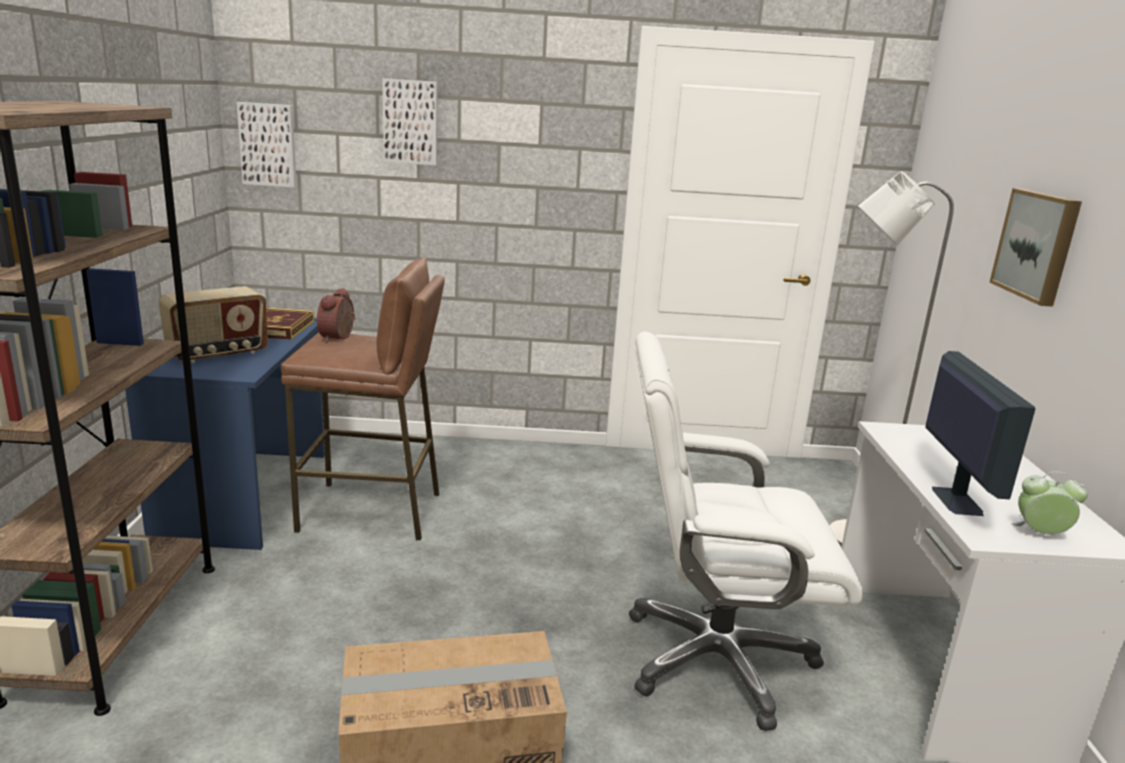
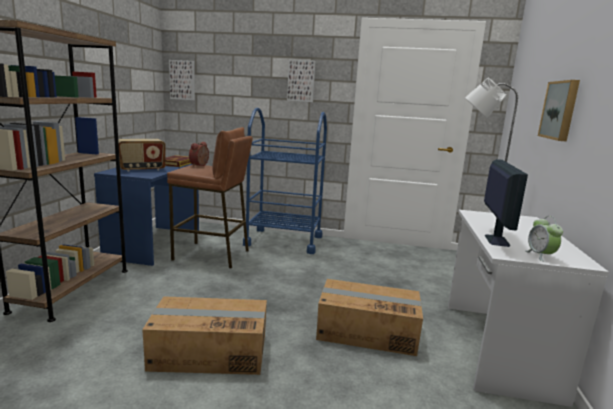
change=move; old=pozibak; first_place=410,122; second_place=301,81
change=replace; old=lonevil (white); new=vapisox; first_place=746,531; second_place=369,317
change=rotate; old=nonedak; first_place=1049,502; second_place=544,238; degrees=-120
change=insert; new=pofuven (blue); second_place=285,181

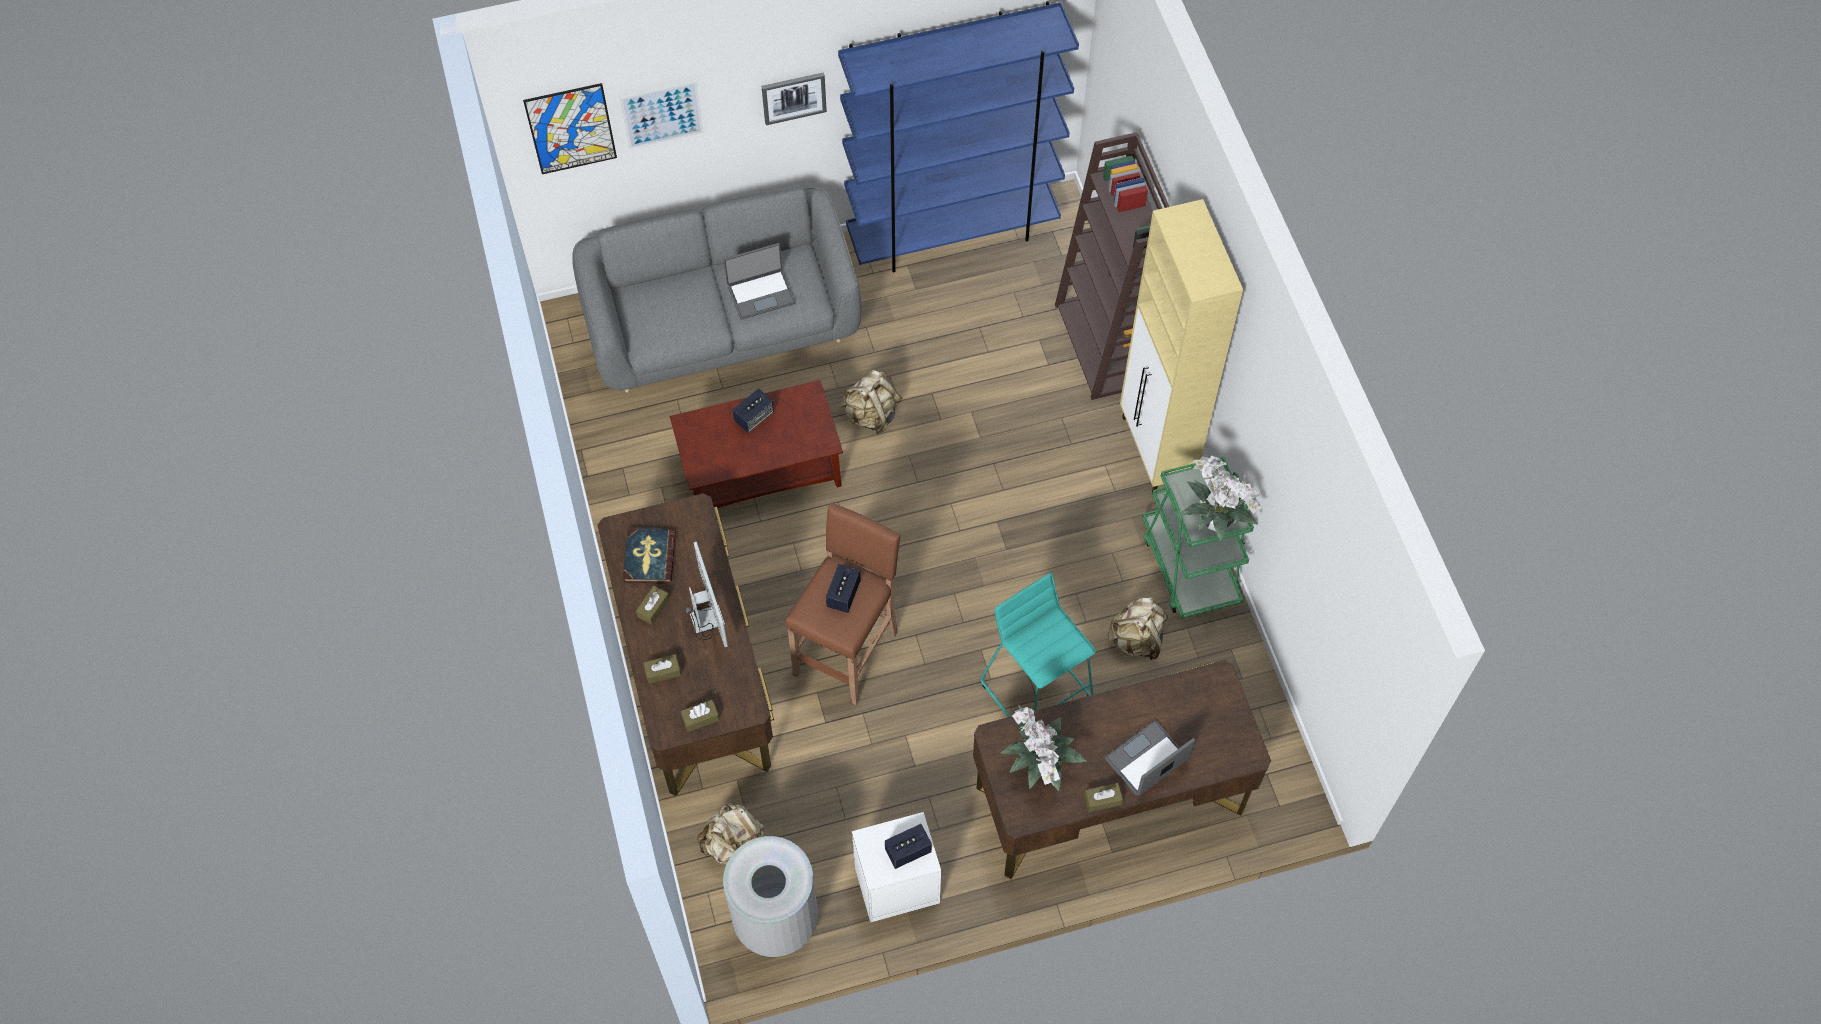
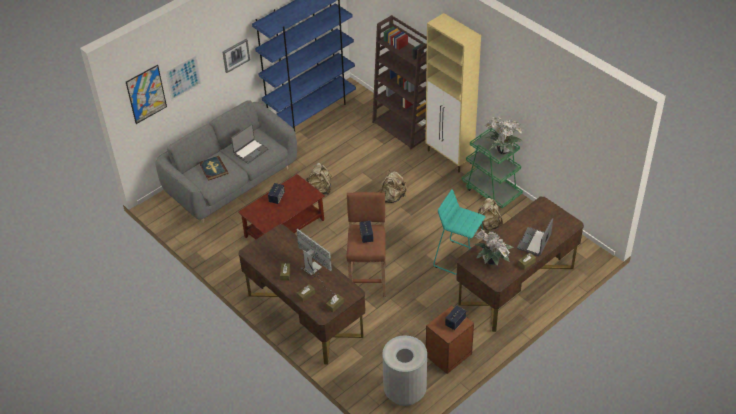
change=move; old=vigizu; first_place=649,556; second_place=213,168
change=move; old=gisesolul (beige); first_place=731,834; second_place=393,186
change=recolor; old=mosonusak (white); new=mosonusak (brown); first_place=896,867; second_place=450,340

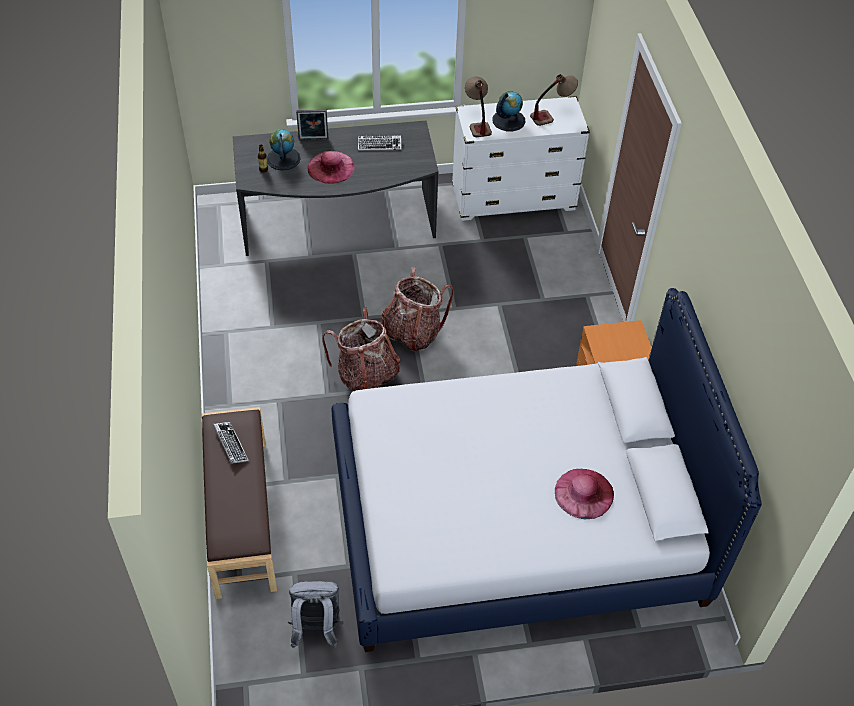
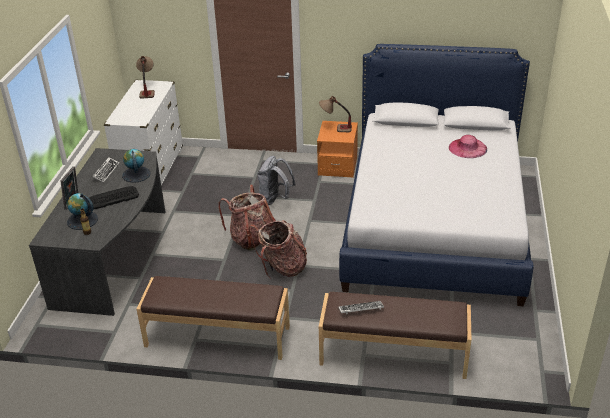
change=move; old=gisesolul (grey); first_place=315,614; second_place=276,180
change=replace; old=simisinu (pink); new=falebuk; first_place=331,167; second_place=114,198
change=move; old=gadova; first_place=478,106; second_place=335,114
change=move; old=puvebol; first_place=509,111; second_place=136,166
change=insert; new=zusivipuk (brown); second_place=213,318

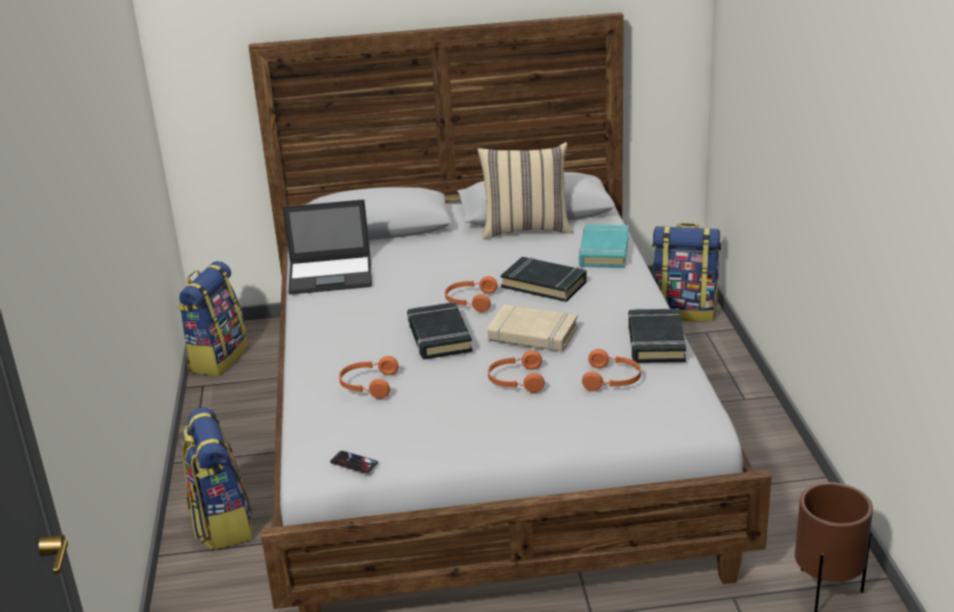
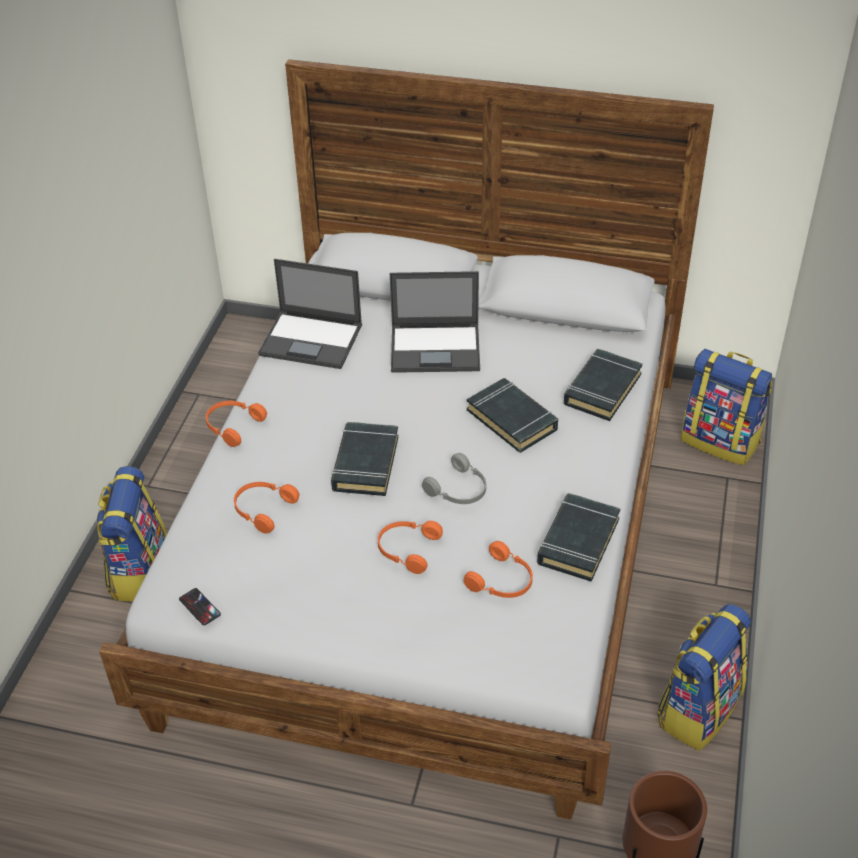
change=move; old=gisesolul; first_place=212,318; second_place=704,677
change=move; old=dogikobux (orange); first_place=471,294; second_place=236,424
change=delete; old=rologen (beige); first_place=525,190
change=replace; old=vigizu (beige); new=dogikobux (grey); first_place=533,328; second_place=454,478
change=recolor; old=vigizu (turquoise); new=vigizu (black); first_place=604,246; second_place=603,385
change=insert; new=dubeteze; second_place=435,322

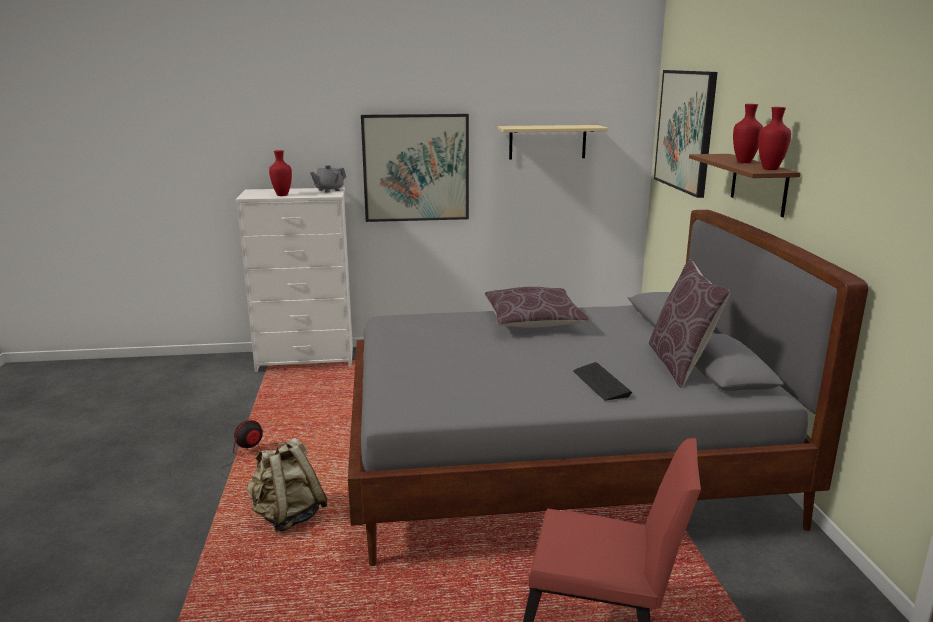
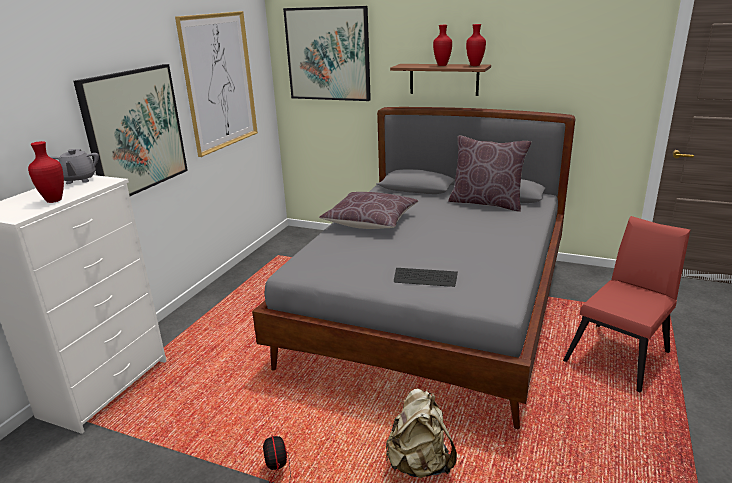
change=replace; old=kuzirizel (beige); new=pozibak; first_place=553,142; second_place=216,84
change=move; old=falebuk; first_place=602,381; second_place=426,277

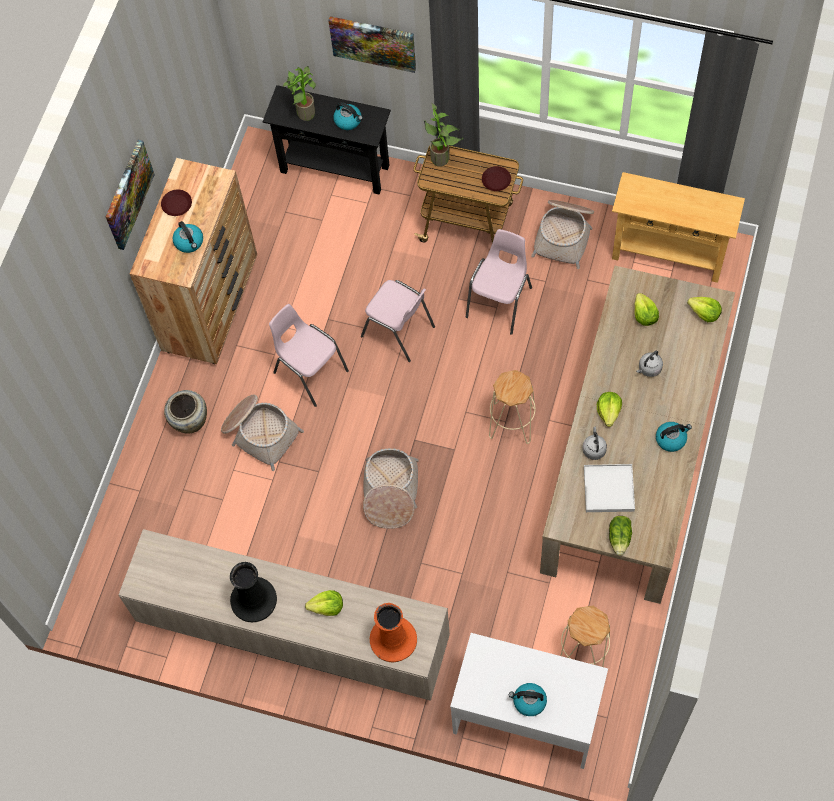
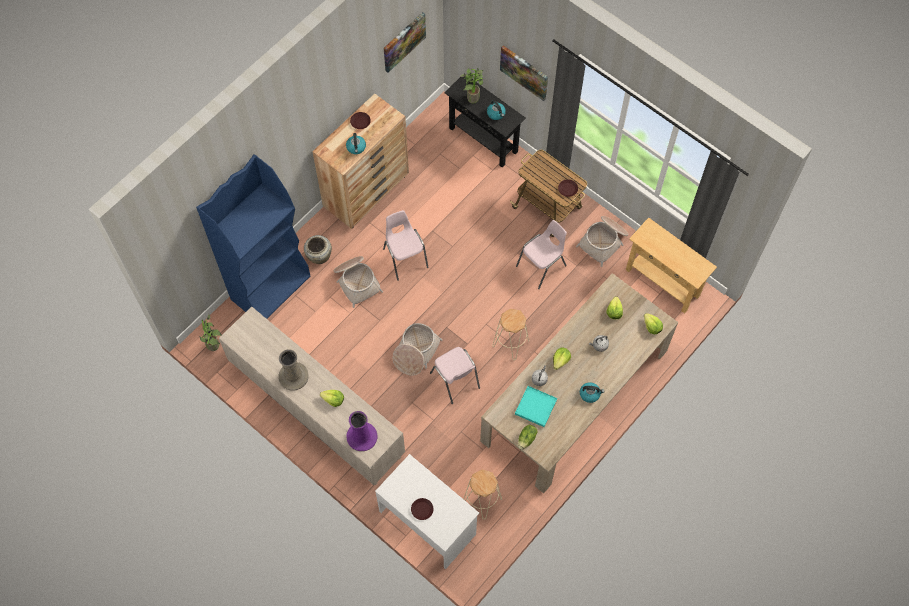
change=move; old=pozibak; first_place=130,195; second_place=405,42
change=recolor; old=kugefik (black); new=kugefik (beige); first_place=253,592; second_place=293,370
change=move; old=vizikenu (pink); first_place=398,321; second_place=455,375
change=recolor; old=kugefik (orange); new=kugefik (purple); first_place=393,632; second_place=362,431
change=move; old=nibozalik; first_place=443,135; second_place=210,332
change=replace; old=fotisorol; new=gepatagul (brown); first_place=528,699; second_place=422,509
change=recolor; old=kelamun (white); new=kelamun (turquoise); first_place=609,488; second_place=536,406
change=insert; new=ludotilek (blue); second_place=253,236

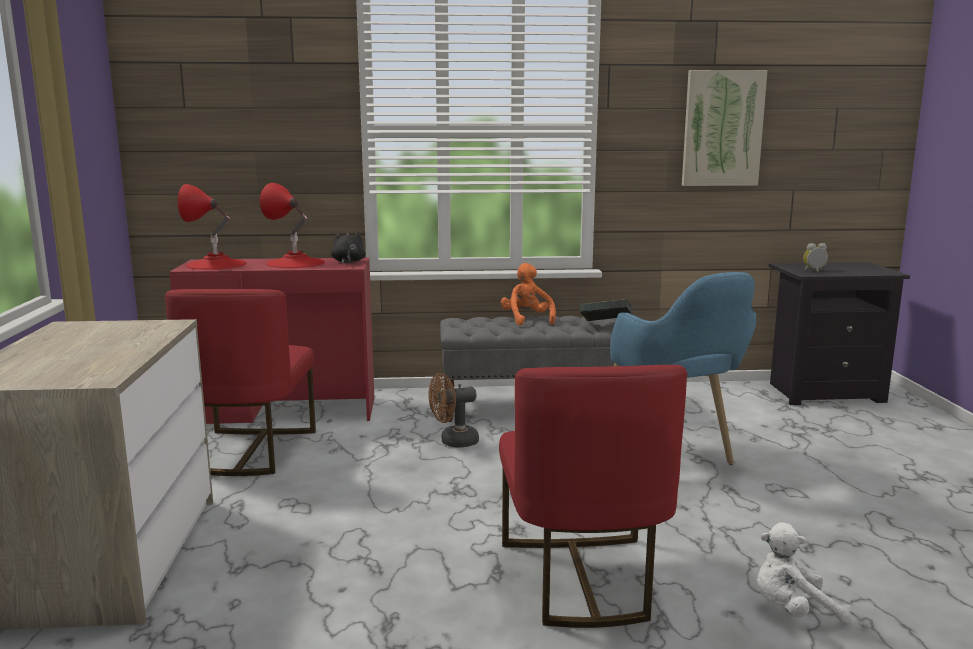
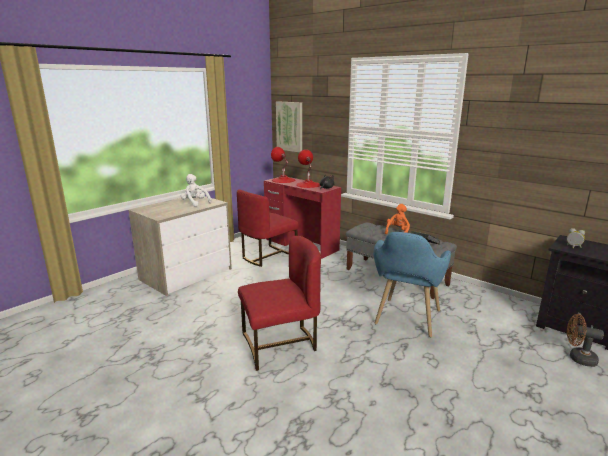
change=move; old=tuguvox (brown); first_place=453,410; second_place=585,340
change=rotate; old=vizikenu (red); first_place=593,496; second_place=279,303; degrees=-150
change=move; old=pozibak; first_place=724,128; second_place=289,127
change=move; old=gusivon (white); first_place=804,572; second_place=196,190

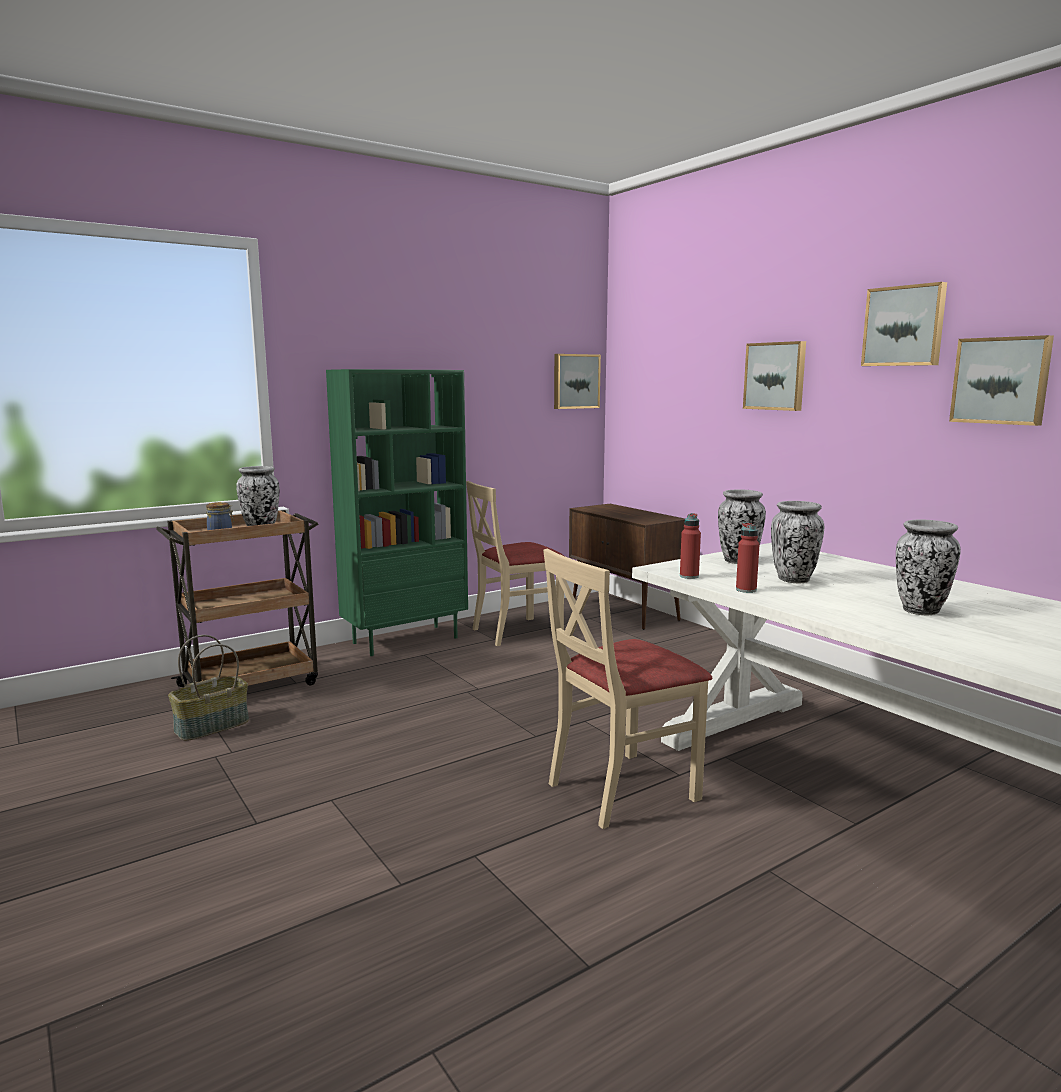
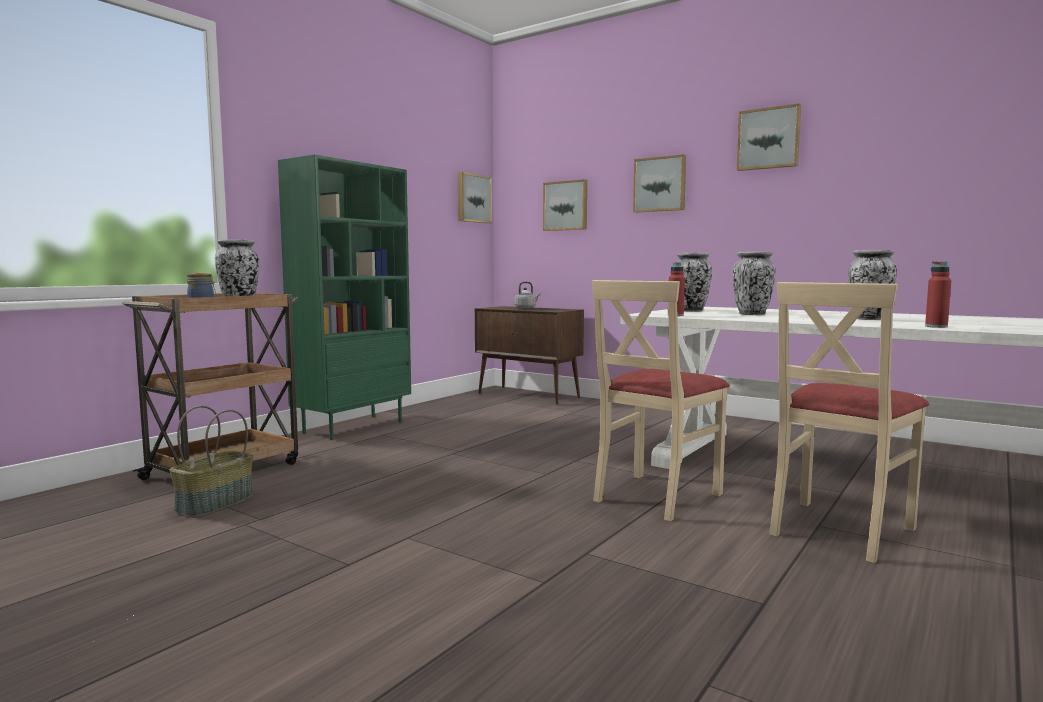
change=move; old=vizikenu (beige); first_place=515,563; second_place=849,422
change=move; old=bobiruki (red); first_place=748,558; second_place=938,294
change=move; old=pozibak; first_place=1001,380; second_place=565,205
change=insert; new=fotisorol (grey); second_place=527,295

